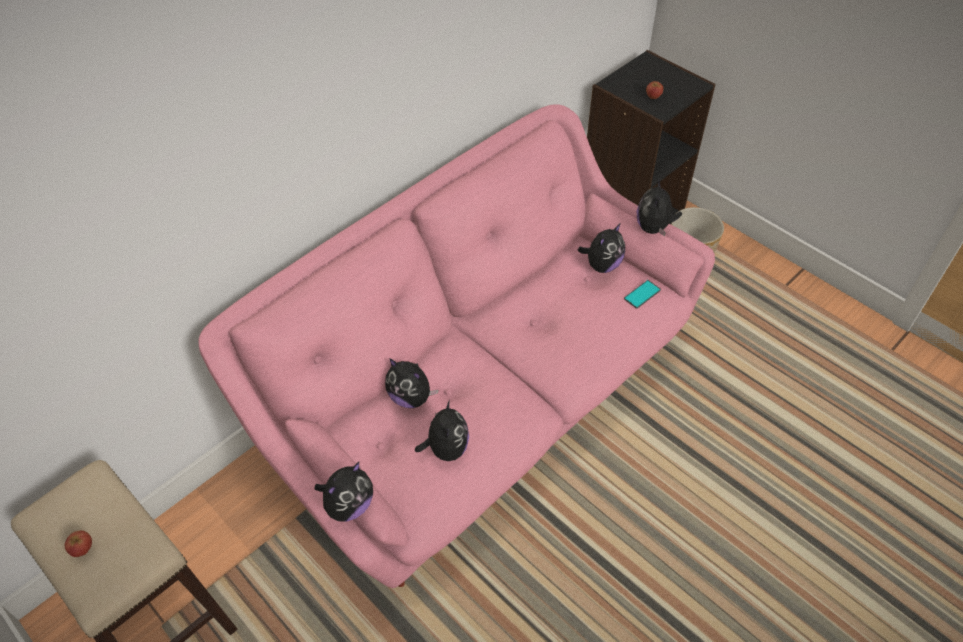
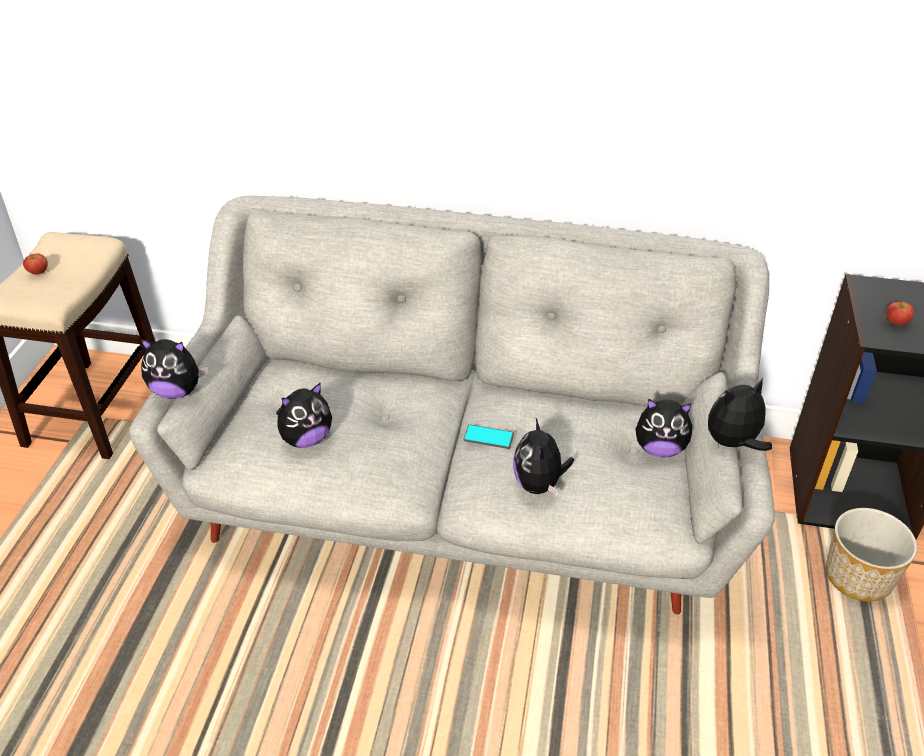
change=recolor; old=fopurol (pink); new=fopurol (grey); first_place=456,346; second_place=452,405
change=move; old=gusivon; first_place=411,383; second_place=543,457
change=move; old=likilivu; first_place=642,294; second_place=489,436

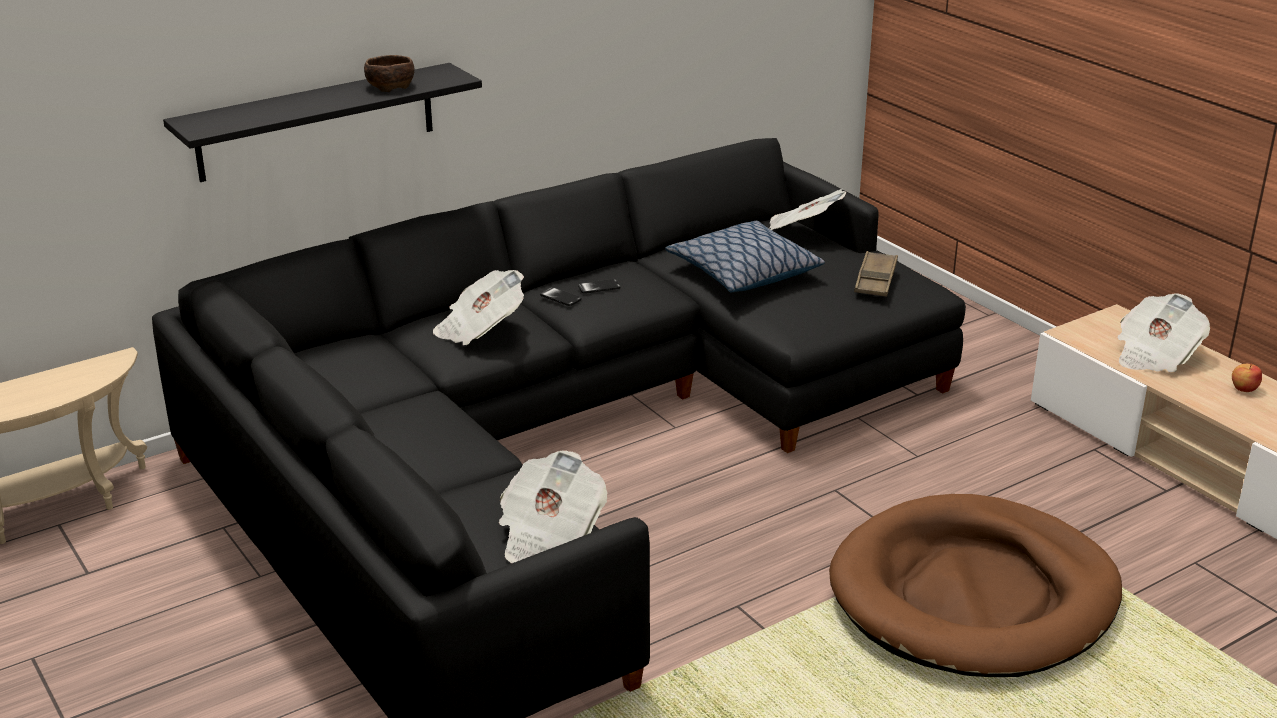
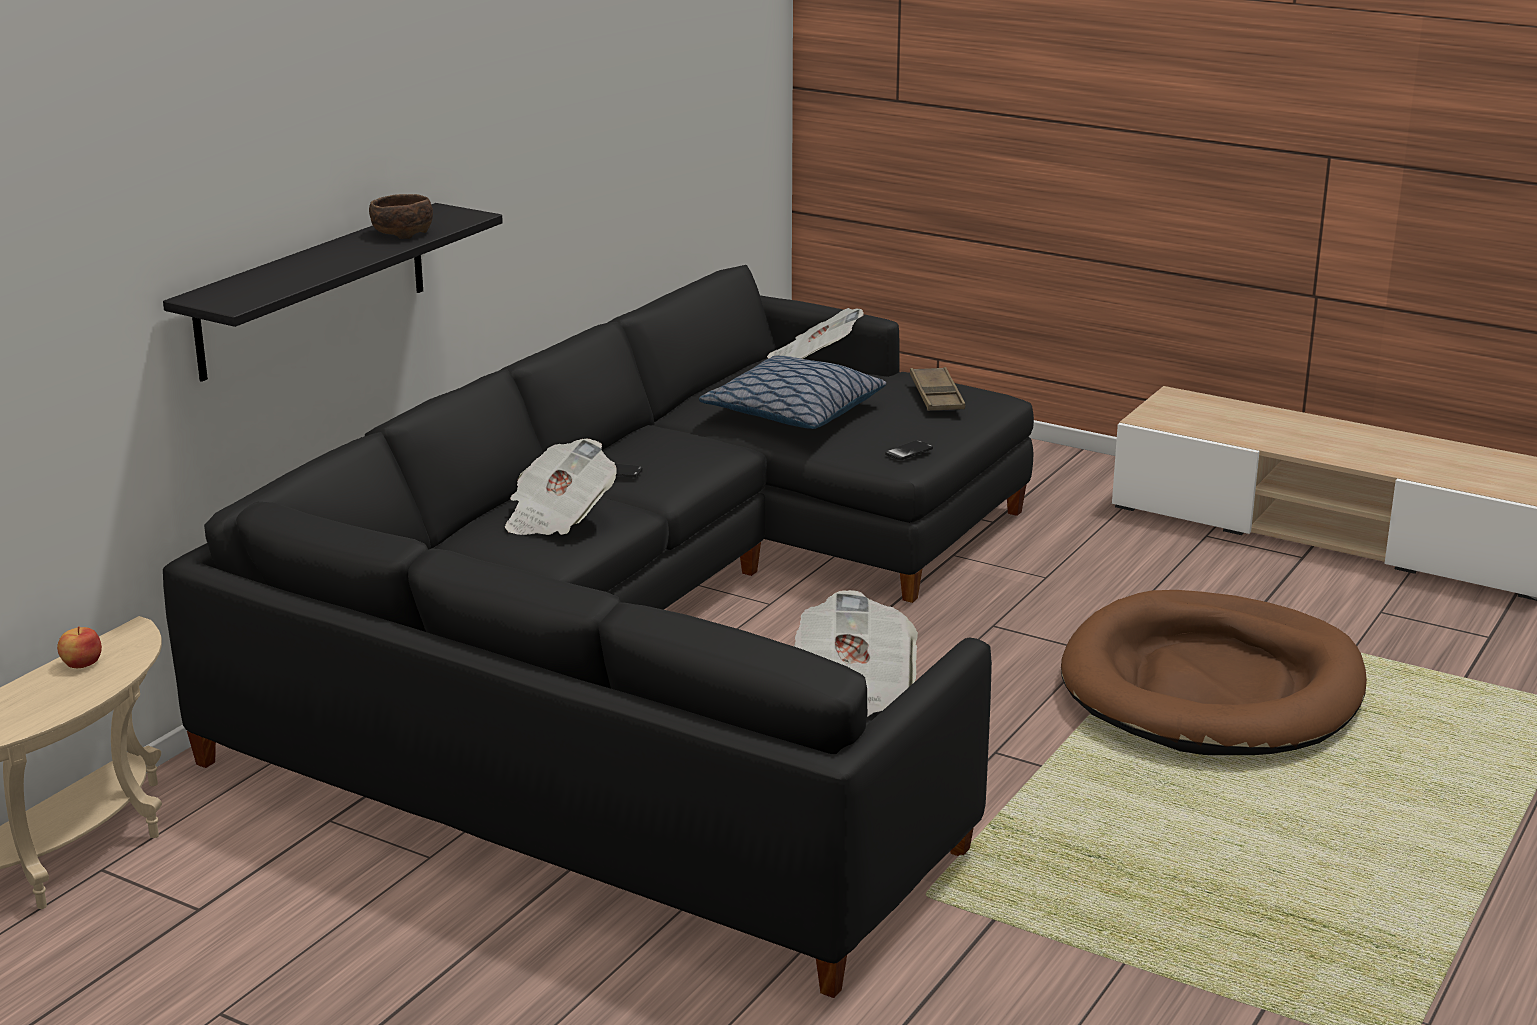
change=move; old=likilivu; first_place=599,286; second_place=909,450
change=delete; old=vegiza; first_place=1163,332
change=move; old=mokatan; first_place=1247,377; second_place=79,647

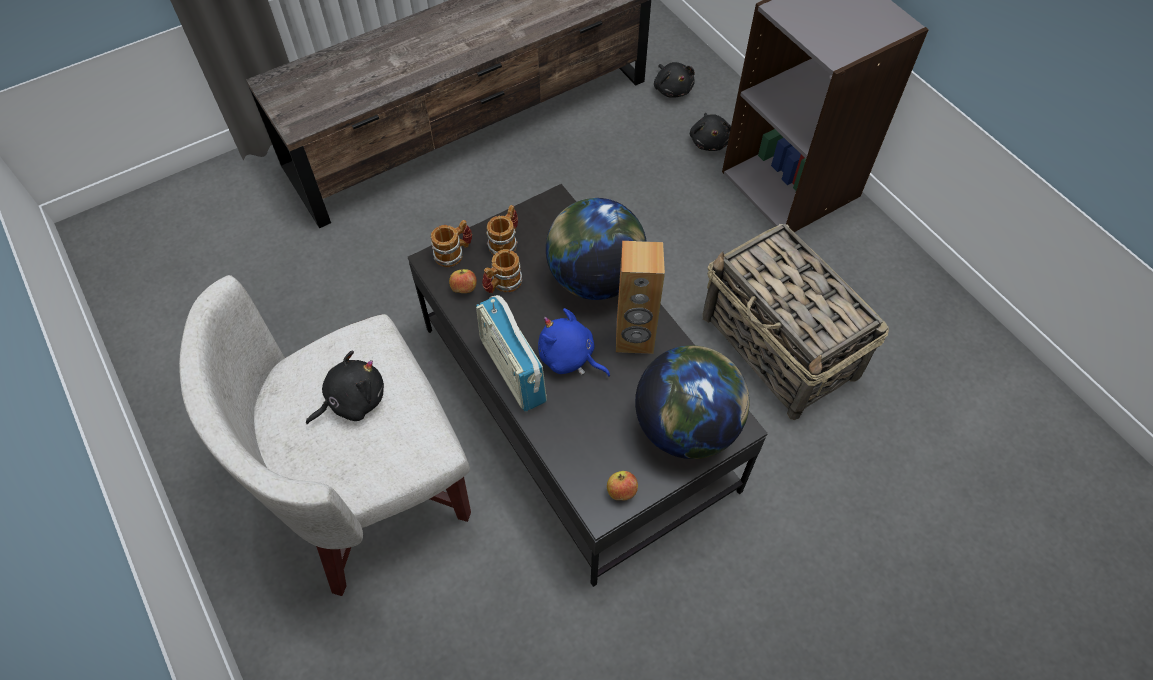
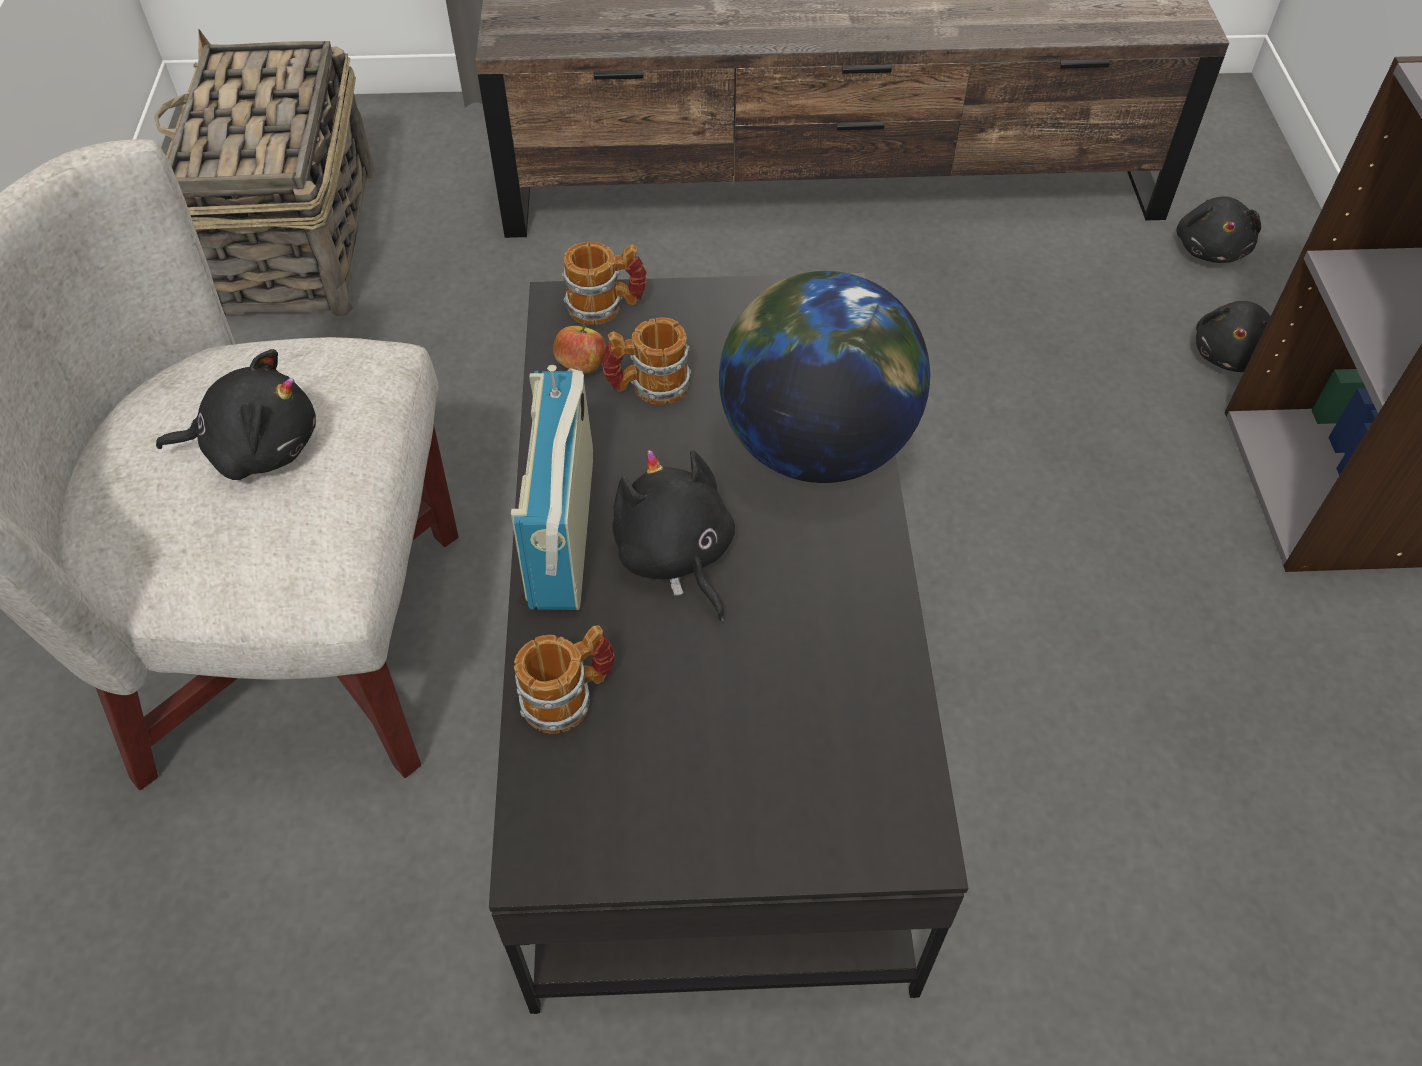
change=move; old=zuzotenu; first_place=502,230; second_place=564,679
change=recolor; old=gusivon (blue); new=gusivon (black); first_place=574,342; second_place=673,535
change=delete; old=mokatan; first_place=622,486
change=delete; old=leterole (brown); first_place=640,297
change=delete; old=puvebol; first_place=692,402
change=move; old=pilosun; first_place=795,322; second_place=264,172

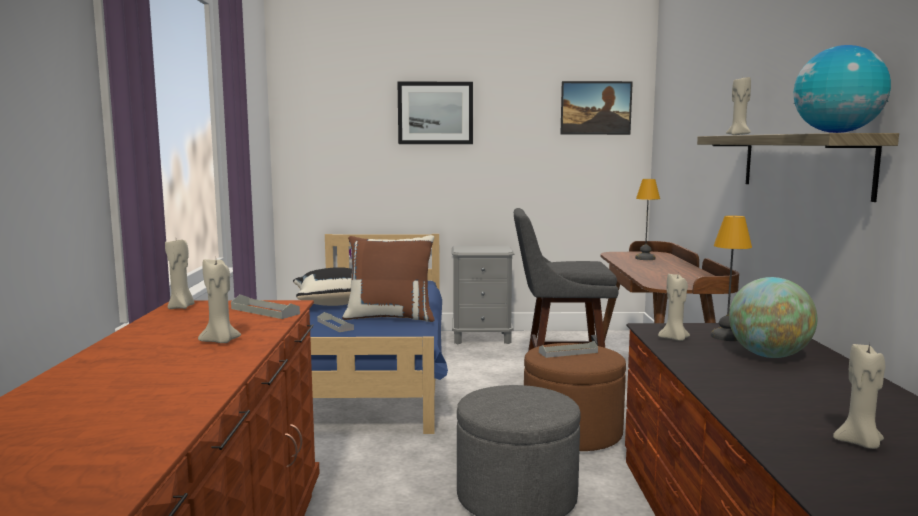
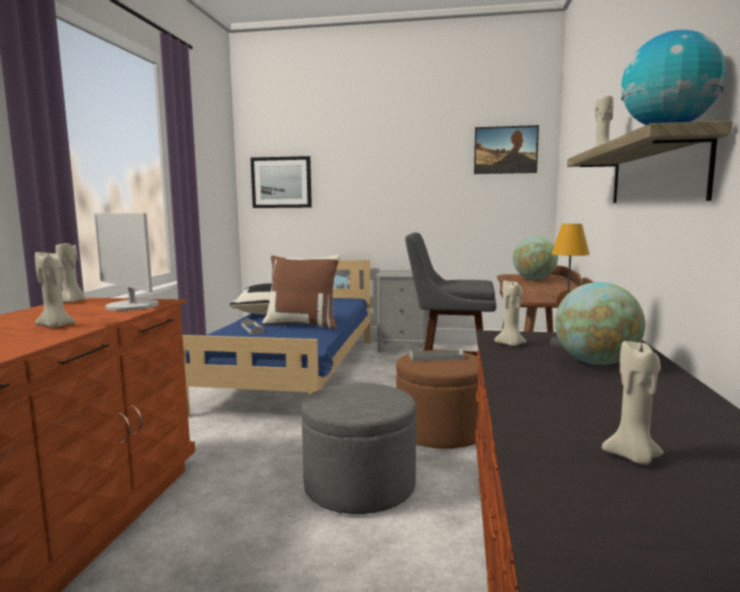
change=replace; old=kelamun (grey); new=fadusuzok; first_place=265,306; second_place=126,262
change=move; old=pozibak; first_place=435,113; second_place=281,182
change=replace; old=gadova; new=puvebol; first_place=647,219; second_place=535,258

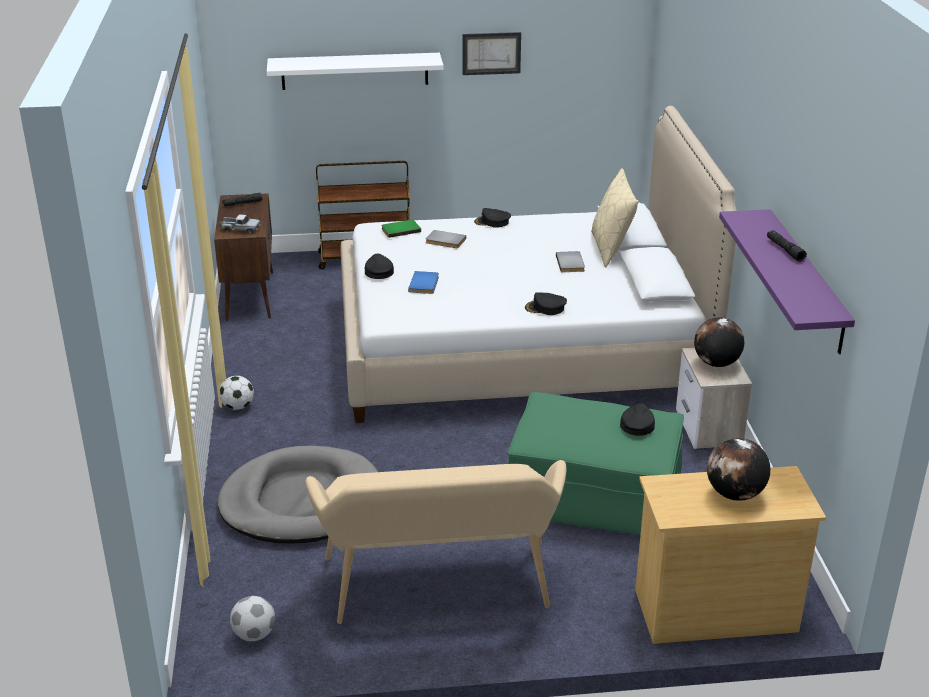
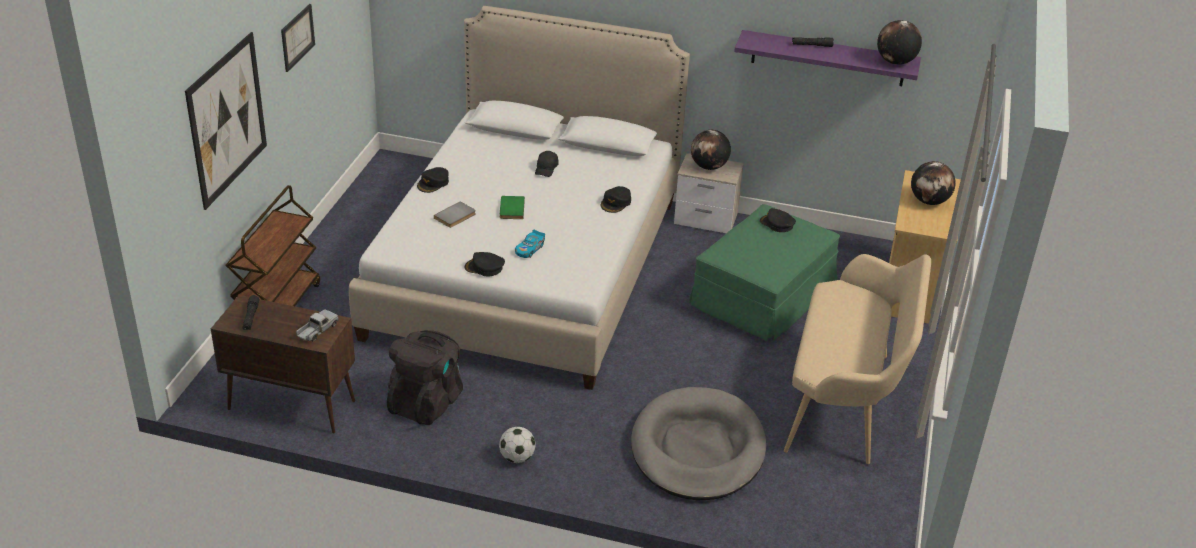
change=delete; old=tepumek; first_place=252,618
change=replace; old=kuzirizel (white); new=pozibak; first_place=355,71; second_place=226,121
change=move; old=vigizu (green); first_place=401,229; second_place=512,207
change=replace; old=vigizu (blue); new=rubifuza; first_place=423,282; second_place=530,244
change=replace; old=vigizu (grey); new=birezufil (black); first_place=570,261; second_place=547,164
change=delete; old=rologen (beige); first_place=614,217
change=insert; new=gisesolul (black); second_place=425,377
change=insert; new=puvebol; second_place=899,42

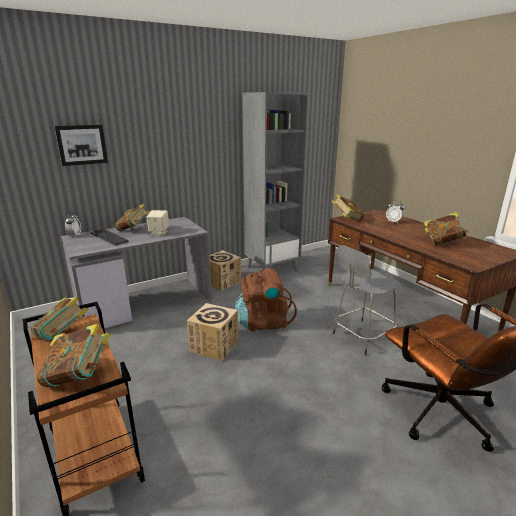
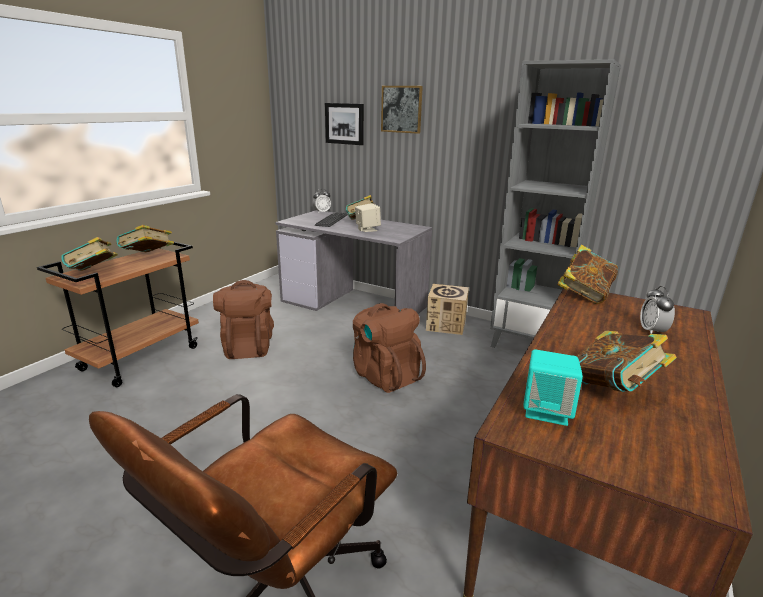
change=delete; old=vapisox; first_place=212,332
change=delete; old=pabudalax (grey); first_place=366,300
change=insert; new=gisesolul (brown); second_place=243,319
change=insert; new=pozibak; second_place=402,110
change=insert; new=leterole (turquoise); second_place=553,387

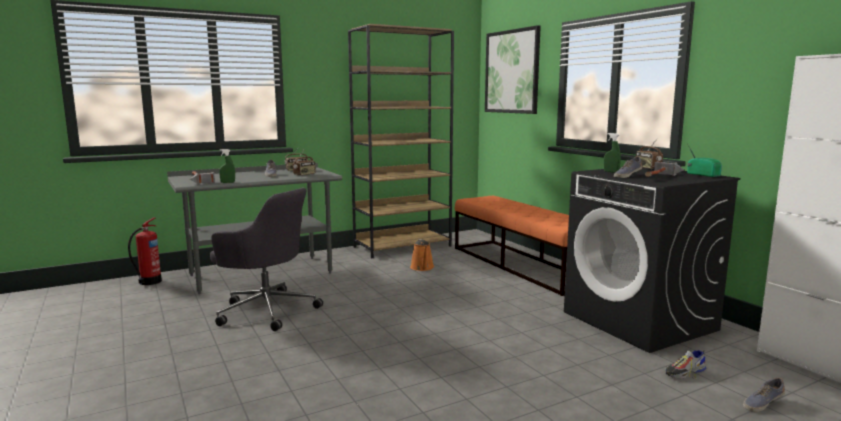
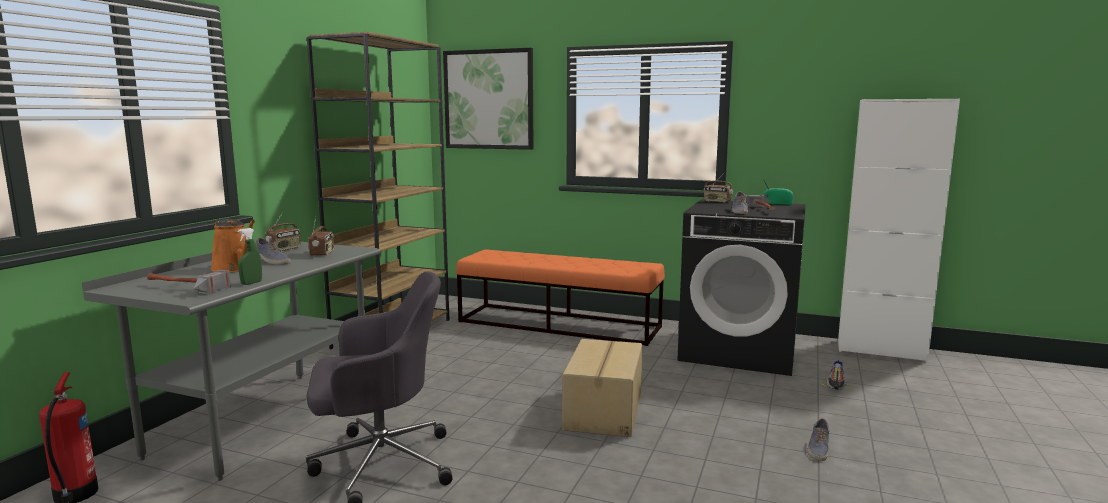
change=move; old=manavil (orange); first_place=422,255; second_place=233,245
change=delete; old=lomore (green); first_place=612,153
change=move; old=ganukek; first_place=764,395; second_place=818,439
change=insert; new=vapisox; second_place=602,388

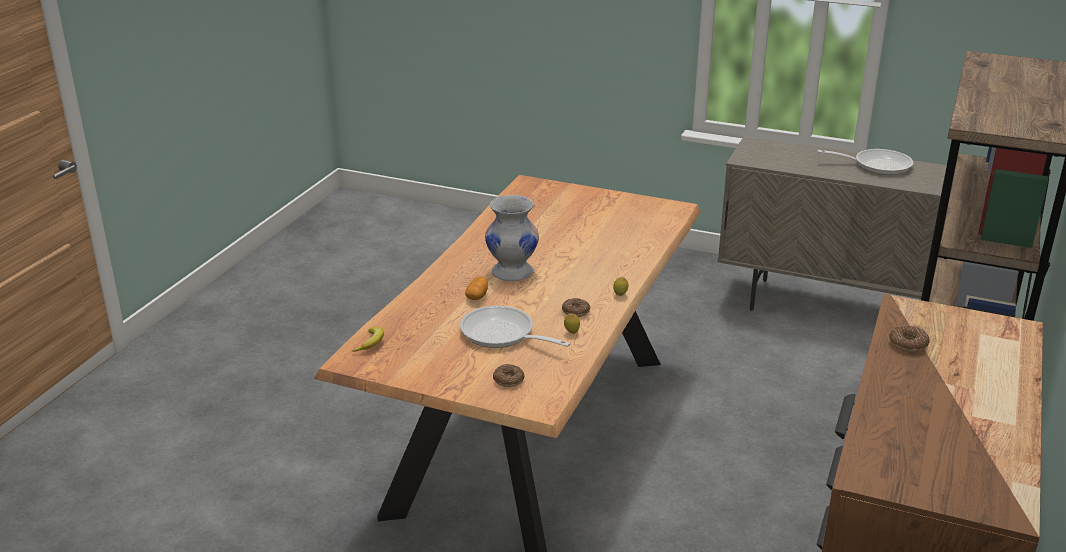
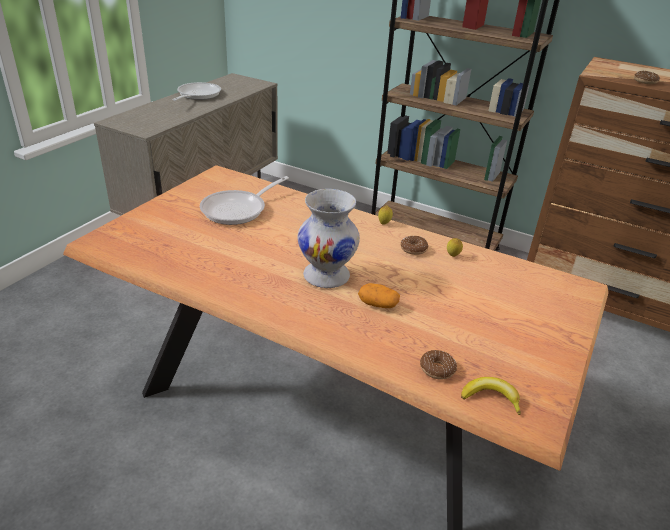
change=move; old=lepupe; first_place=515,327; second_place=244,200
change=move; old=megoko; first_place=509,375; second_place=438,365

